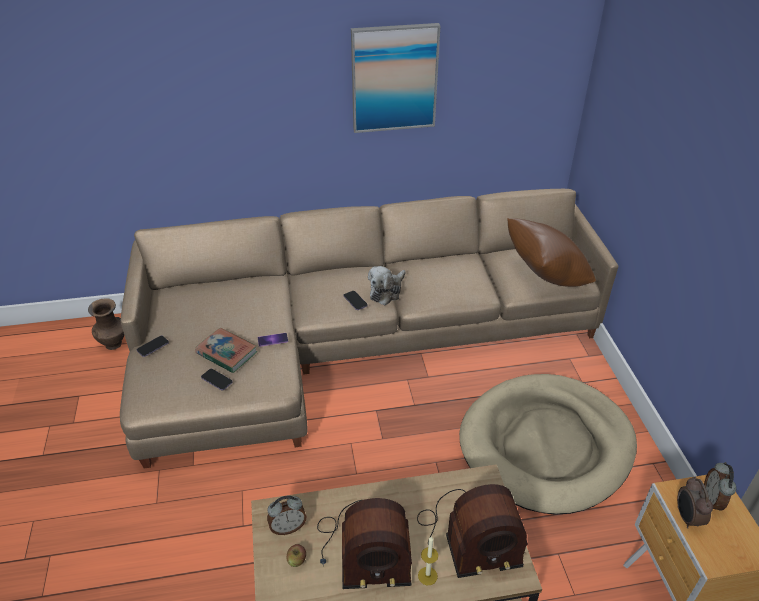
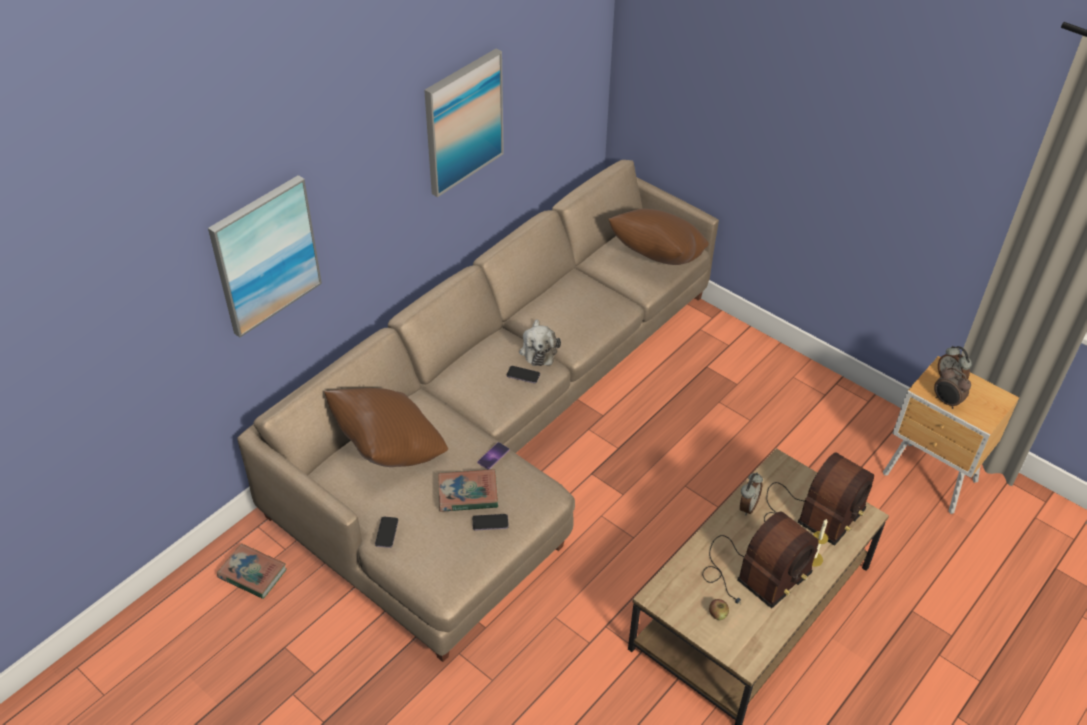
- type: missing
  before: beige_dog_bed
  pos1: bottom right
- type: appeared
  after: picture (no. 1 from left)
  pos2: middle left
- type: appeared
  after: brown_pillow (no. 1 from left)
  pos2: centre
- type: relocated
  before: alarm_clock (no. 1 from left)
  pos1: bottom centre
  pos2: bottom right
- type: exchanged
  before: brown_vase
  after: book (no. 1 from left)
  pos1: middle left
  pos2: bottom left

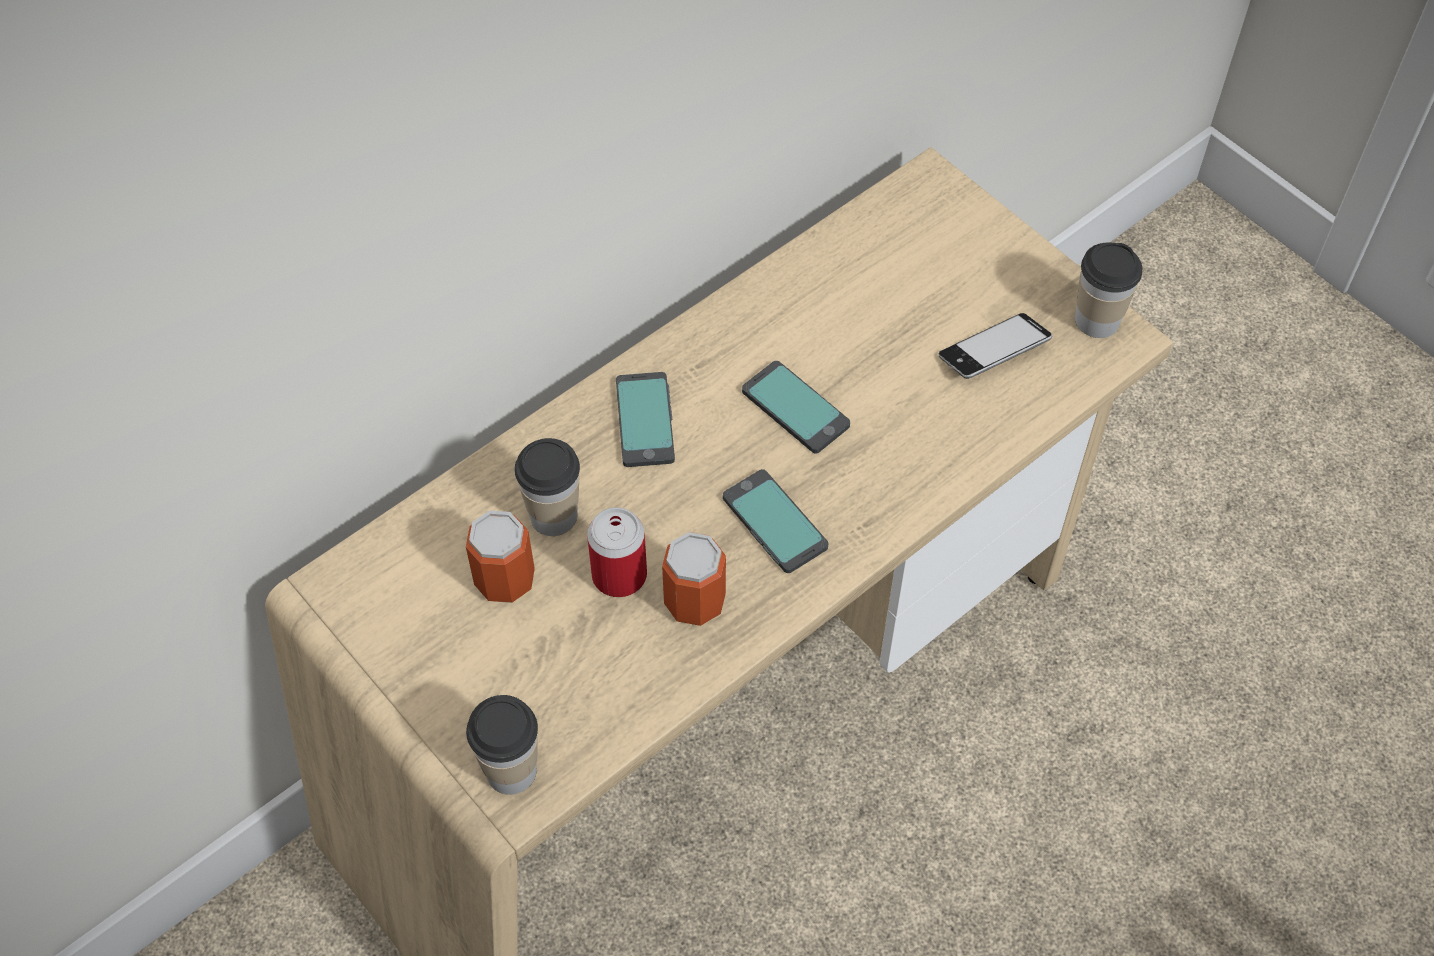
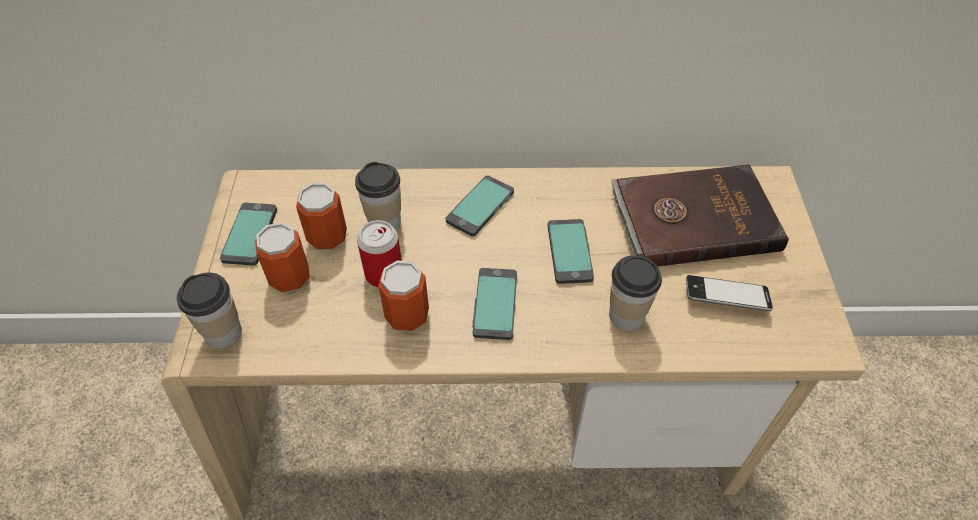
- type: appeared
  after: phone (no. 1 from left)
  pos2: middle left
- type: appeared
  after: can (no. 1 from left)
  pos2: middle left
- type: appeared
  after: brown_book
  pos2: middle right
- type: relocated
  before: cup (no. 3 from left)
  pos1: top right
  pos2: centre

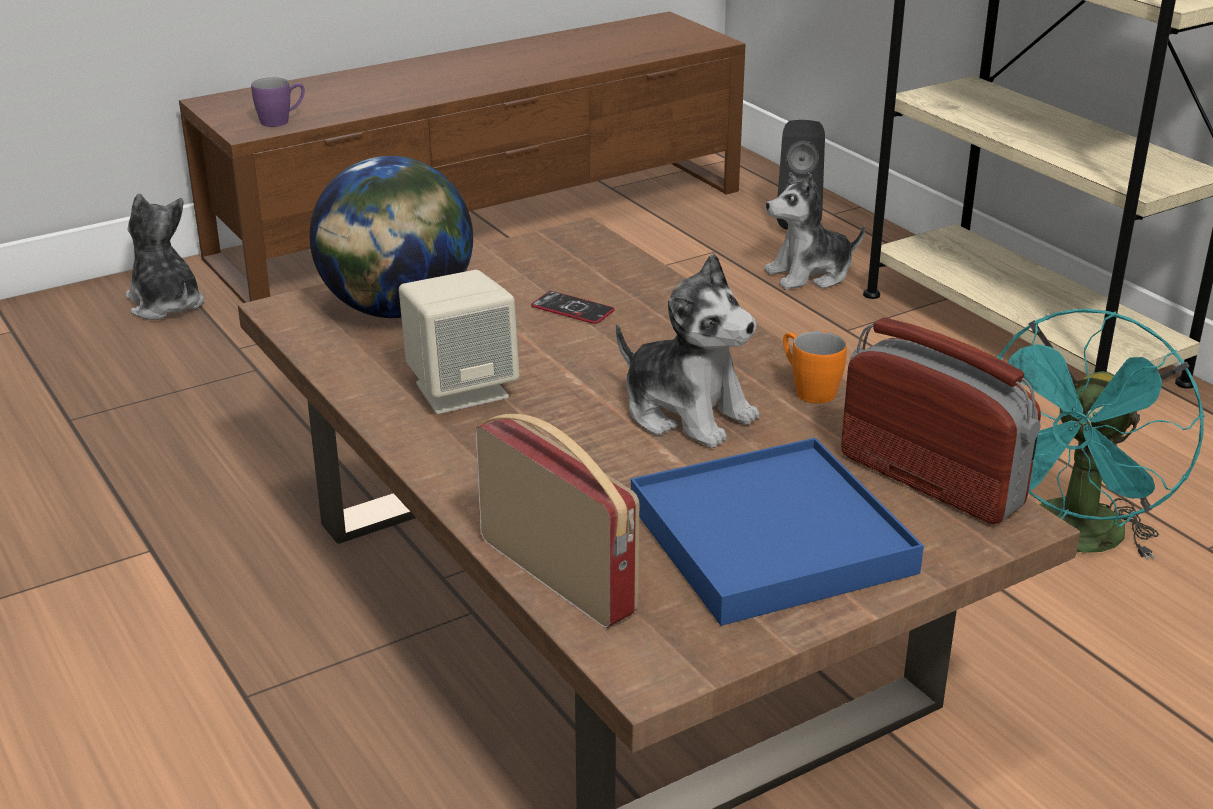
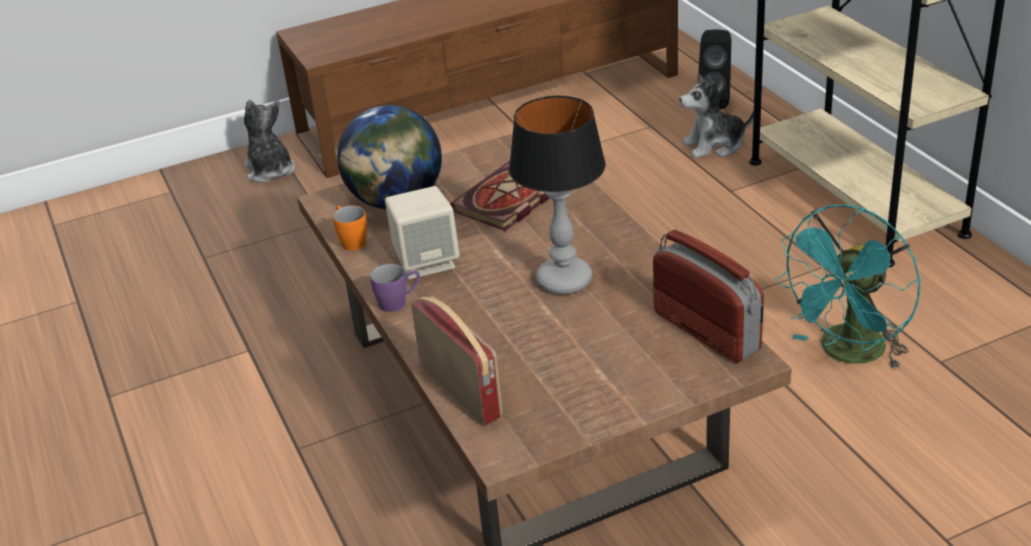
- type: missing
  before: blue_tray
  pos1: centre
- type: relocated
  before: purple_mug
  pos1: top left
  pos2: centre
- type: relocated
  before: orange_mug
  pos1: middle right
  pos2: centre
- type: exchanged
  before: phone
  after: book
  pos1: centre
  pos2: centre
- type: exchanged
  before: plush_toy (no. 2 from left)
  after: table_lamp
  pos1: centre
  pos2: centre

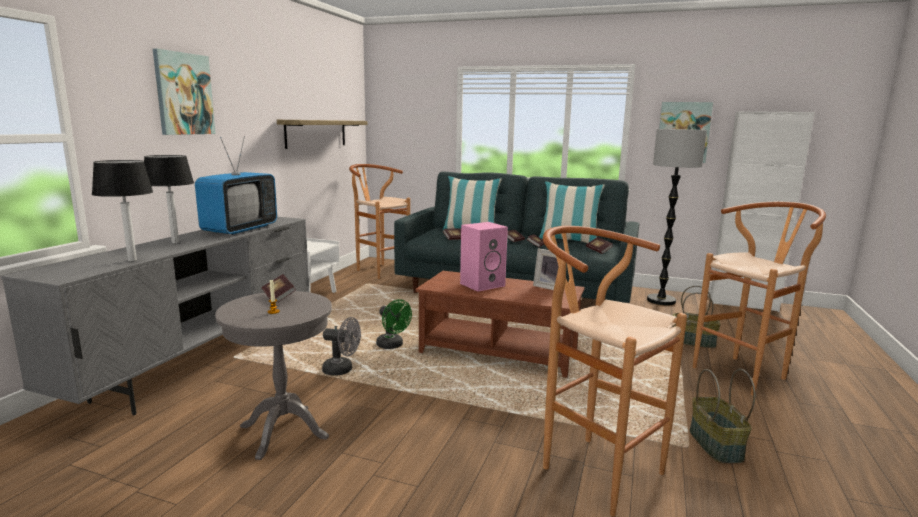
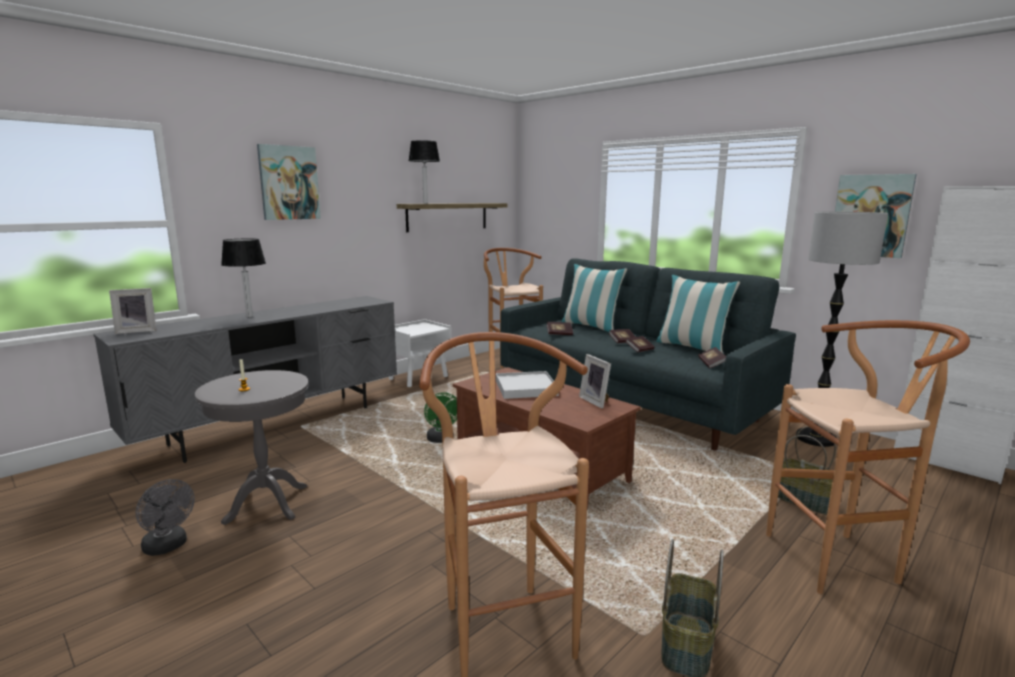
- type: missing
  before: television
  pos1: middle left
- type: missing
  before: book (no. 1 from left)
  pos1: middle left
- type: appeared
  after: picture_frame (no. 1 from left)
  pos2: middle left
- type: relocated
  before: table_lamp (no. 1 from left in the first image)
  after: table_lamp (no. 2 from left)
  pos1: middle left
  pos2: top centre
- type: relocated
  before: grey_fan
  pos1: bottom centre
  pos2: bottom left
- type: exchanged
  before: pink_speaker
  after: white_tray
  pos1: centre
  pos2: centre

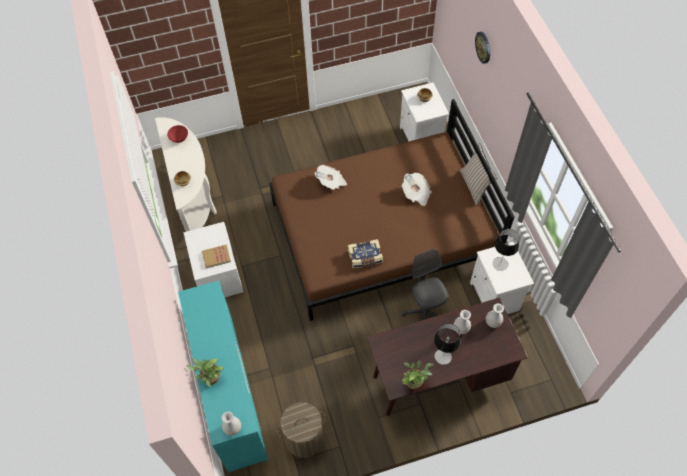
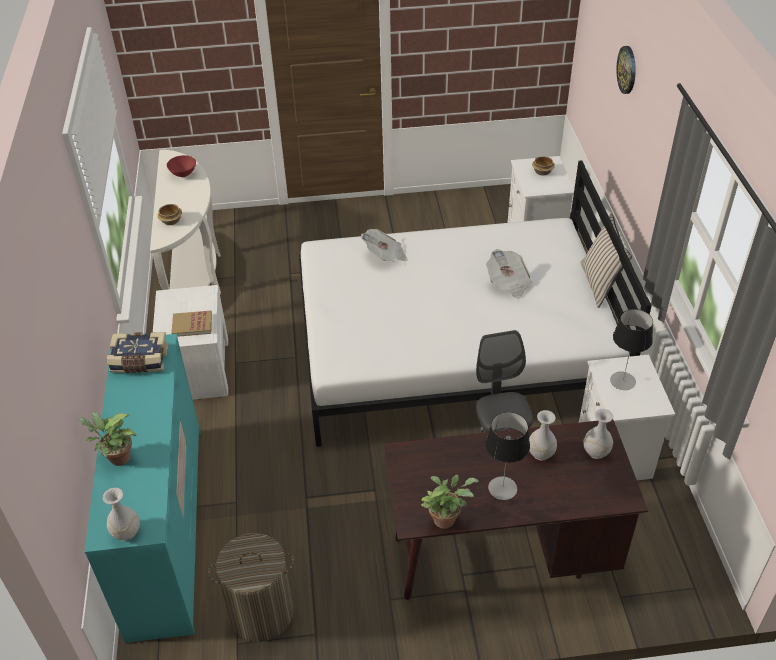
- type: relocated
  before: book (no. 2 from left in the first image)
  after: book (no. 1 from left)
  pos1: centre
  pos2: middle left
- type: colour
  before: brown_bed
  after: white_bed
  pos1: centre
  pos2: centre

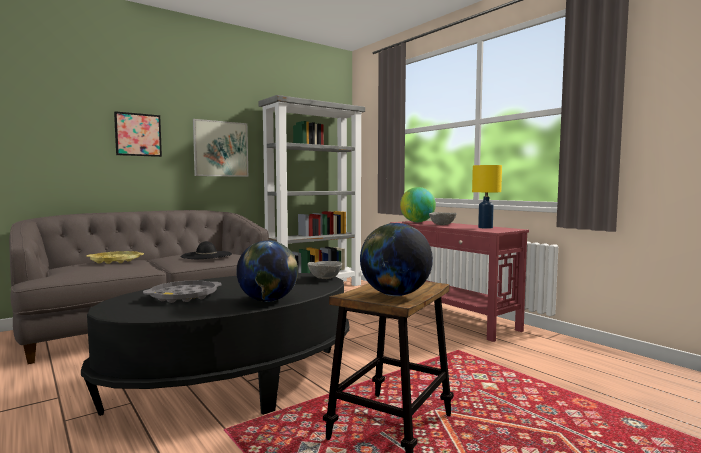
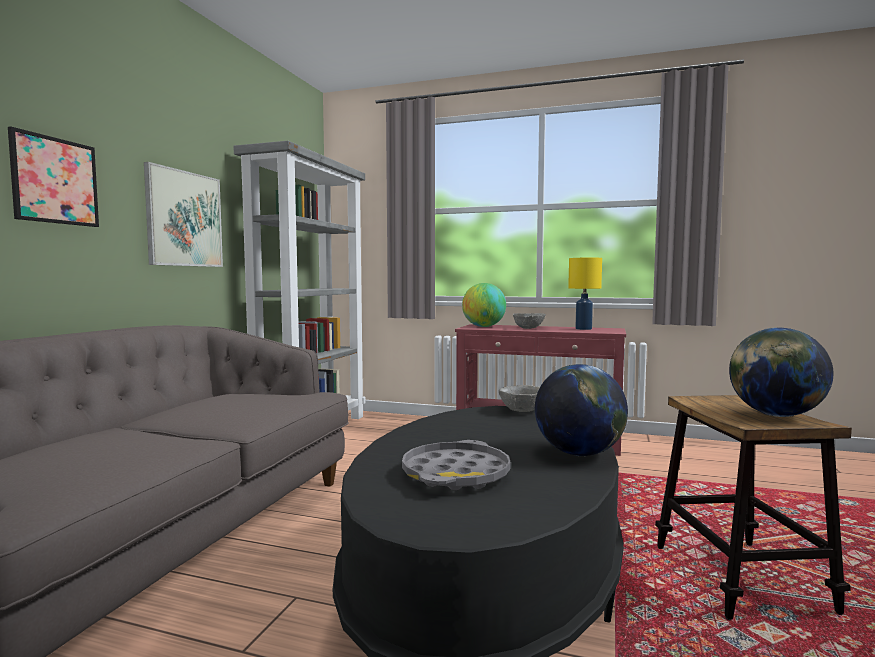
- type: missing
  before: yellow_tray
  pos1: middle left
- type: missing
  before: black_hat
  pos1: middle left

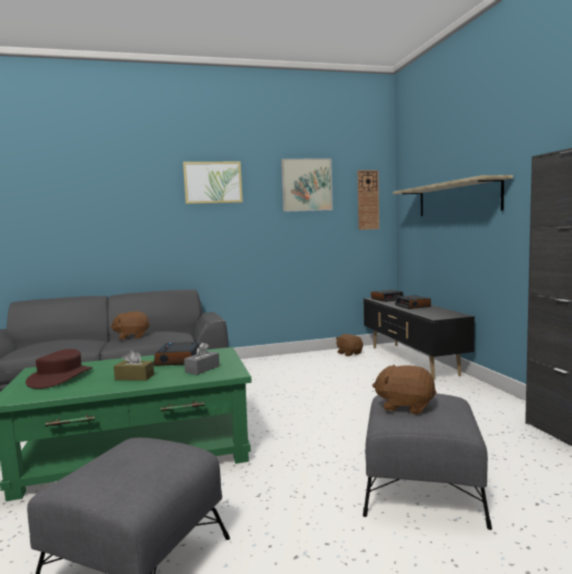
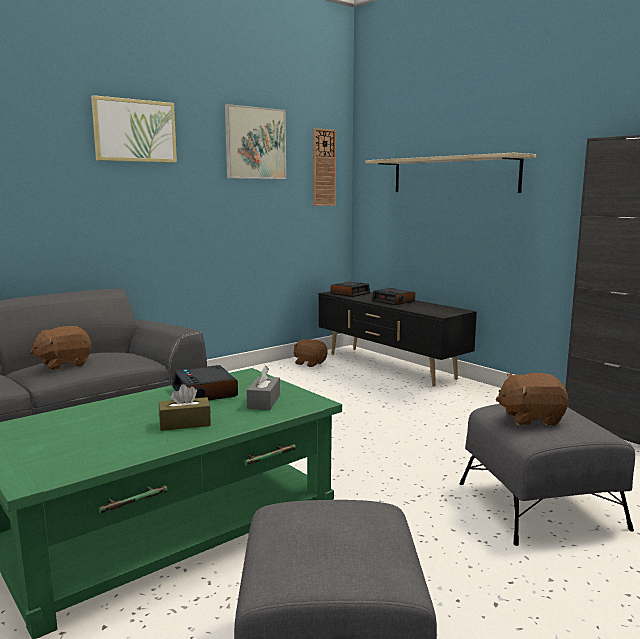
- type: missing
  before: brown_hat
  pos1: middle left

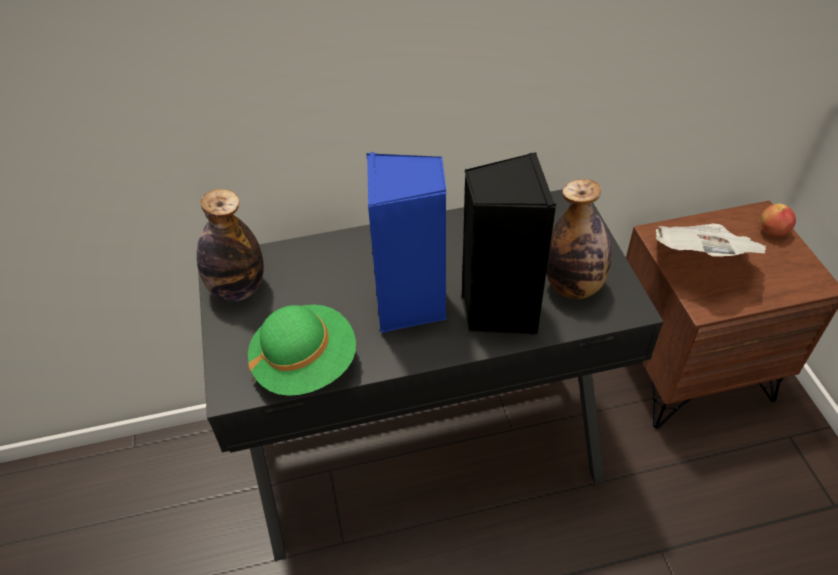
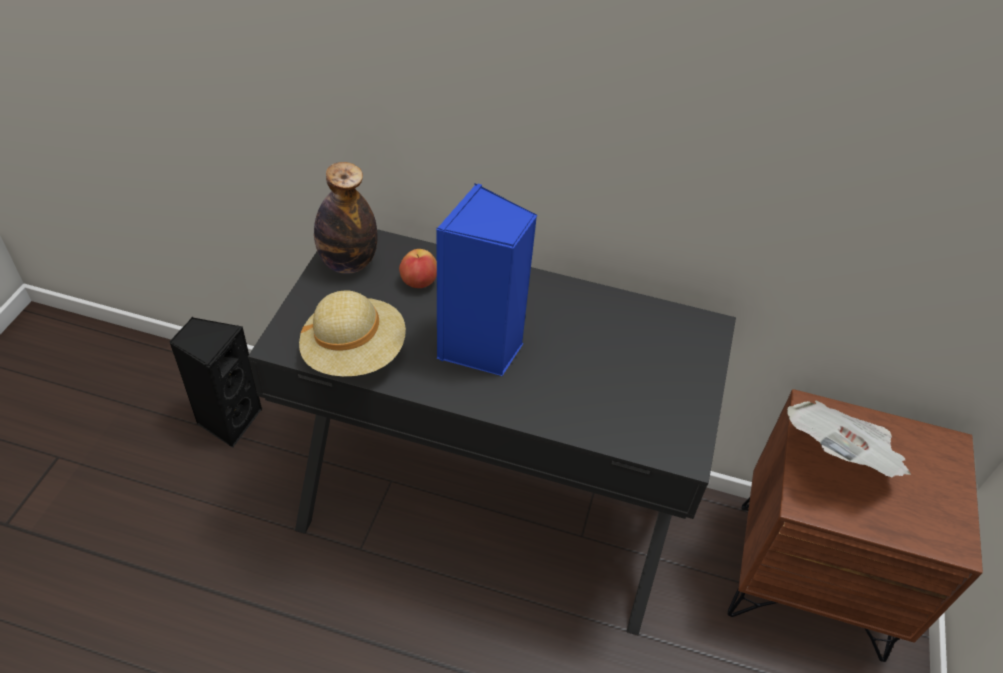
- type: missing
  before: bottle (no. 2 from left)
  pos1: middle right
- type: relocated
  before: black_speaker
  pos1: centre
  pos2: middle left
- type: relocated
  before: apple
  pos1: middle right
  pos2: centre
- type: colour
  before: green_hat
  after: beige_hat
  pos1: centre
  pos2: centre

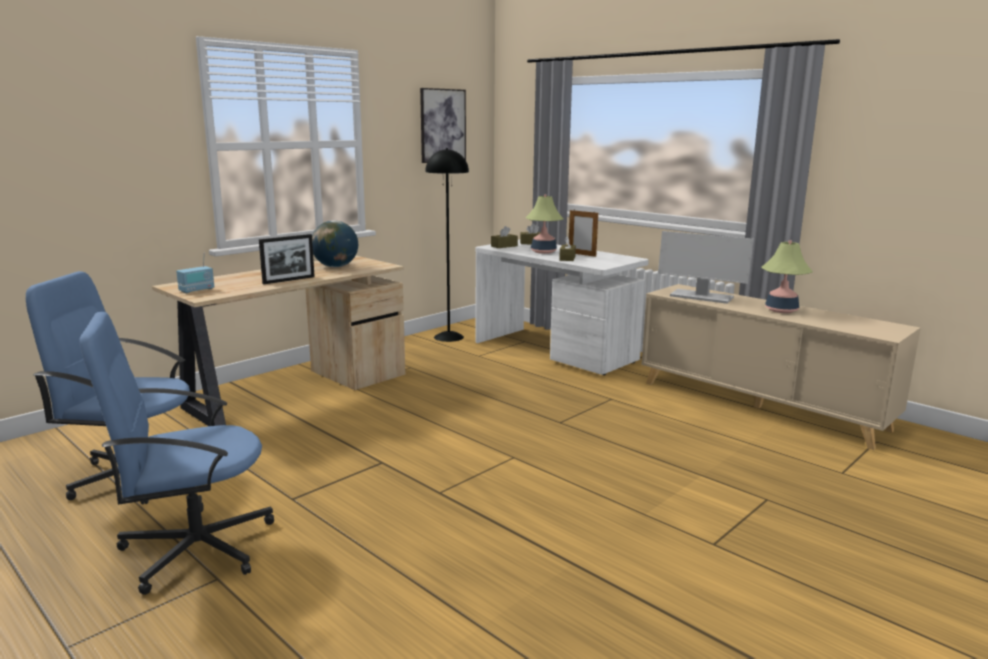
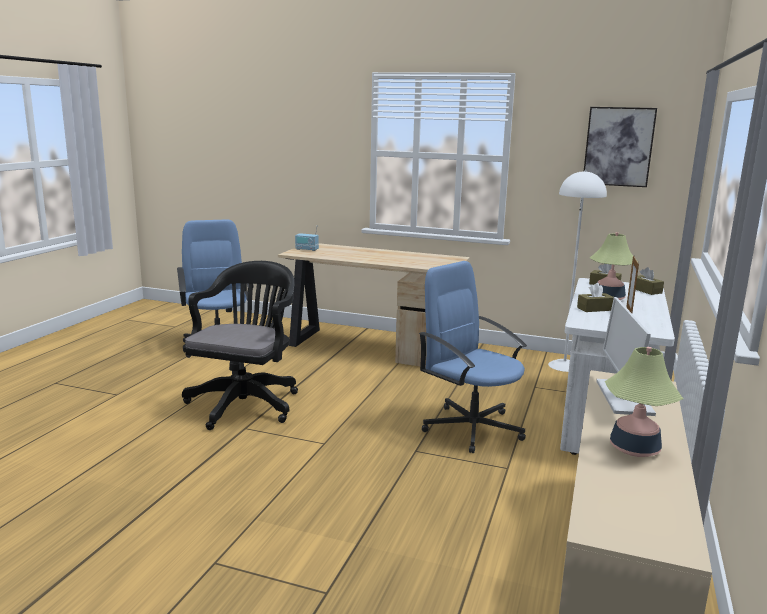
- type: missing
  before: picture_frame (no. 1 from left)
  pos1: middle left
- type: missing
  before: globe
  pos1: centre
- type: appeared
  after: black_office_chair
  pos2: middle left
- type: relocated
  before: blue_office_chair (no. 2 from left)
  pos1: bottom left
  pos2: centre
- type: colour
  before: black_floor_lamp
  after: white_floor_lamp
  pos1: centre
  pos2: middle right

